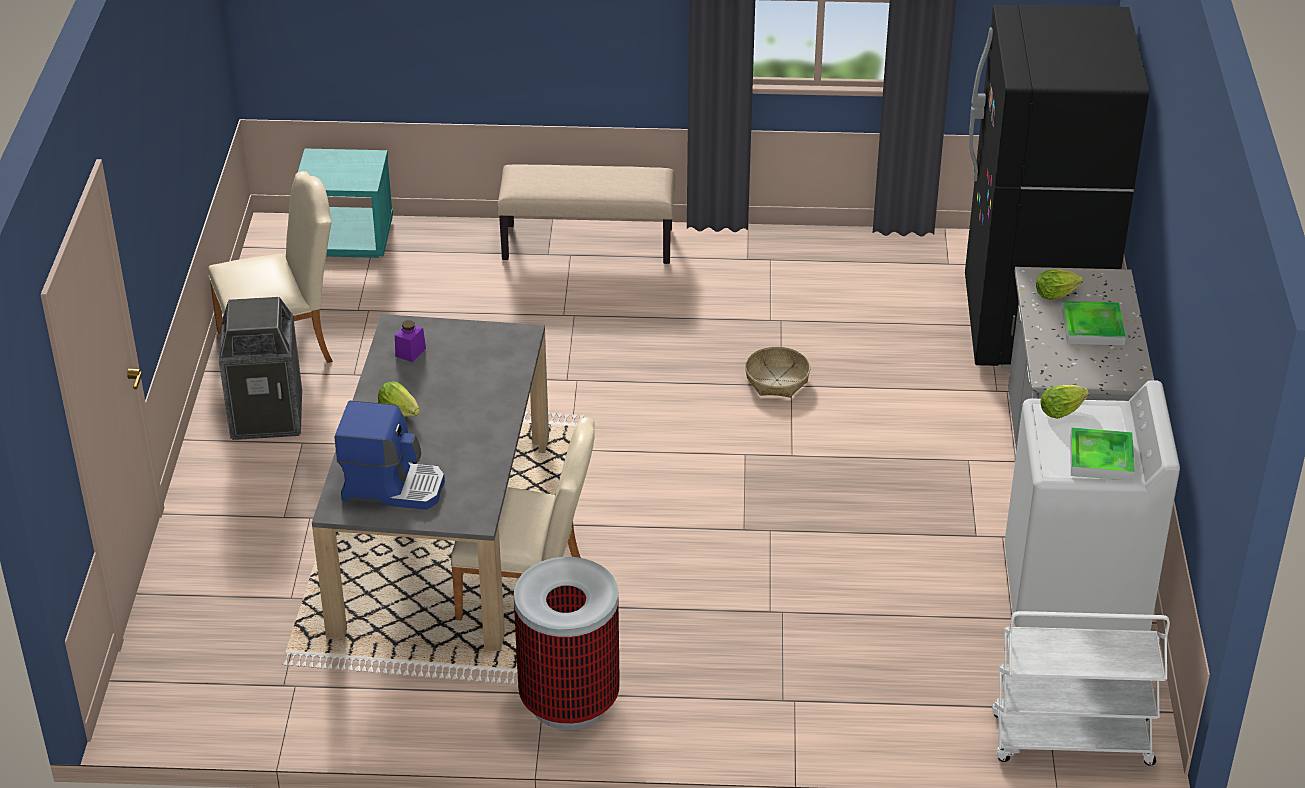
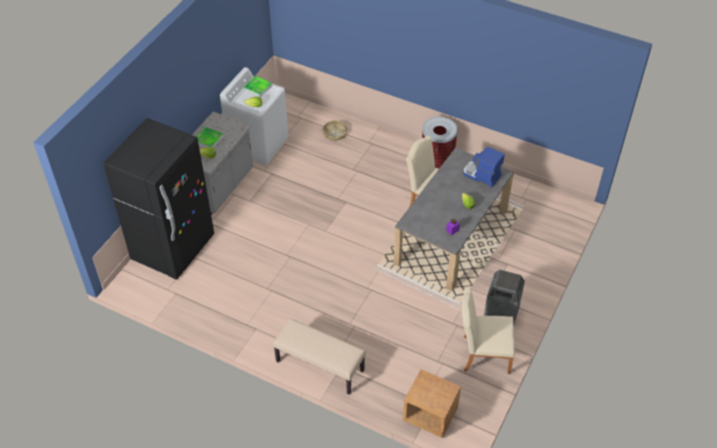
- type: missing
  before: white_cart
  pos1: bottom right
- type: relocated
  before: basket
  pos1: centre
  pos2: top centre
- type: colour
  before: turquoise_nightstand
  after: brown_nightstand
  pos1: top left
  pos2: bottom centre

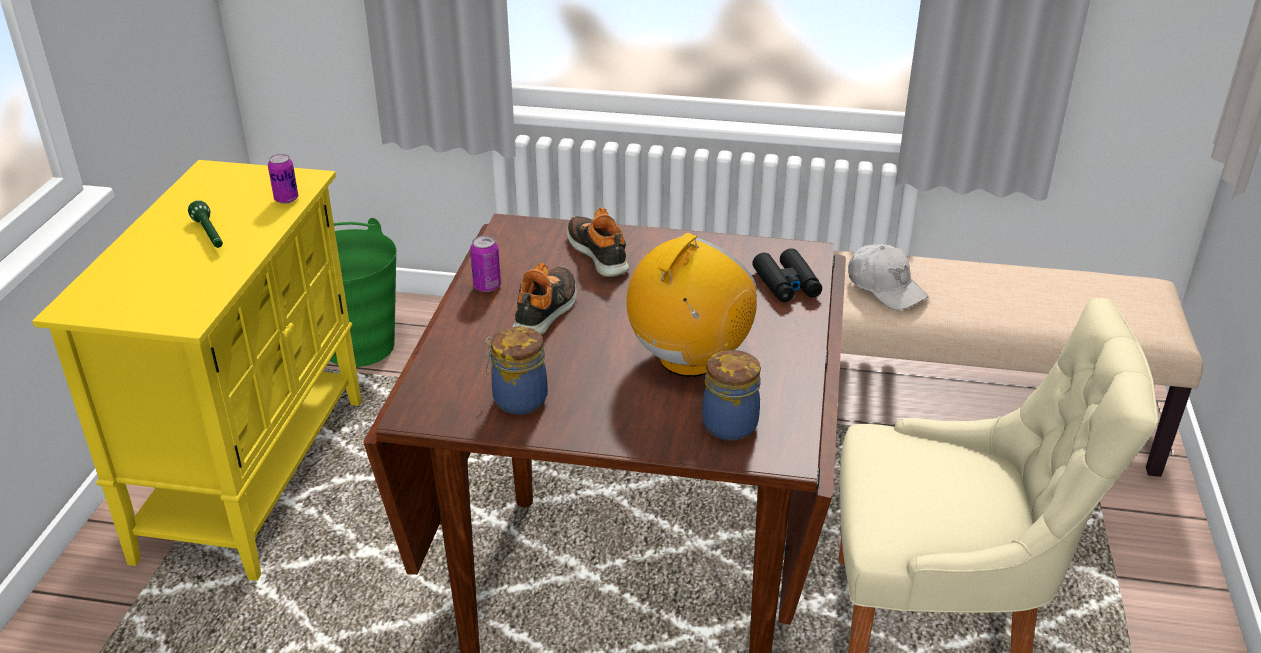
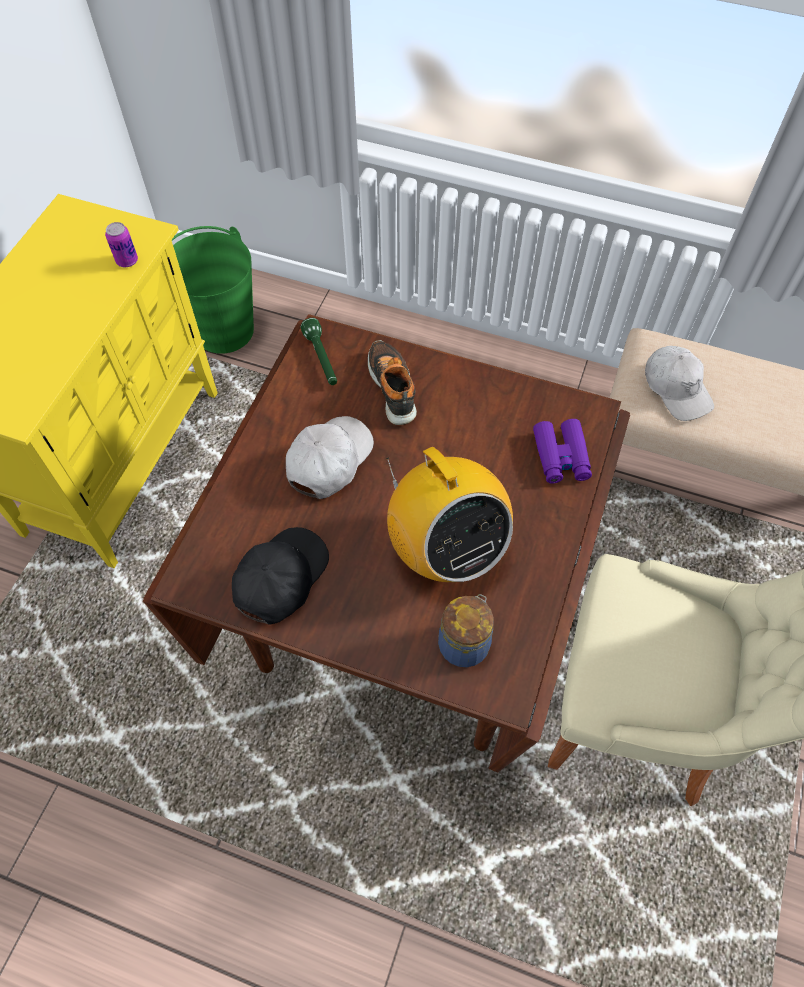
- type: missing
  before: can (no. 2 from left)
  pos1: centre
- type: relocated
  before: green_flashlight
  pos1: middle left
  pos2: centre
- type: exchanged
  before: jar (no. 1 from left)
  after: black_cap
  pos1: centre
  pos2: centre
- type: exchanged
  before: shoe (no. 1 from left)
  after: white_cap (no. 1 from left)
  pos1: centre
  pos2: centre
- type: colour
  before: black_binoculars
  after: purple_binoculars
  pos1: centre
  pos2: middle right
- type: spun
  before: radio
  pos1: centre
  pos2: centre
  turn: 105

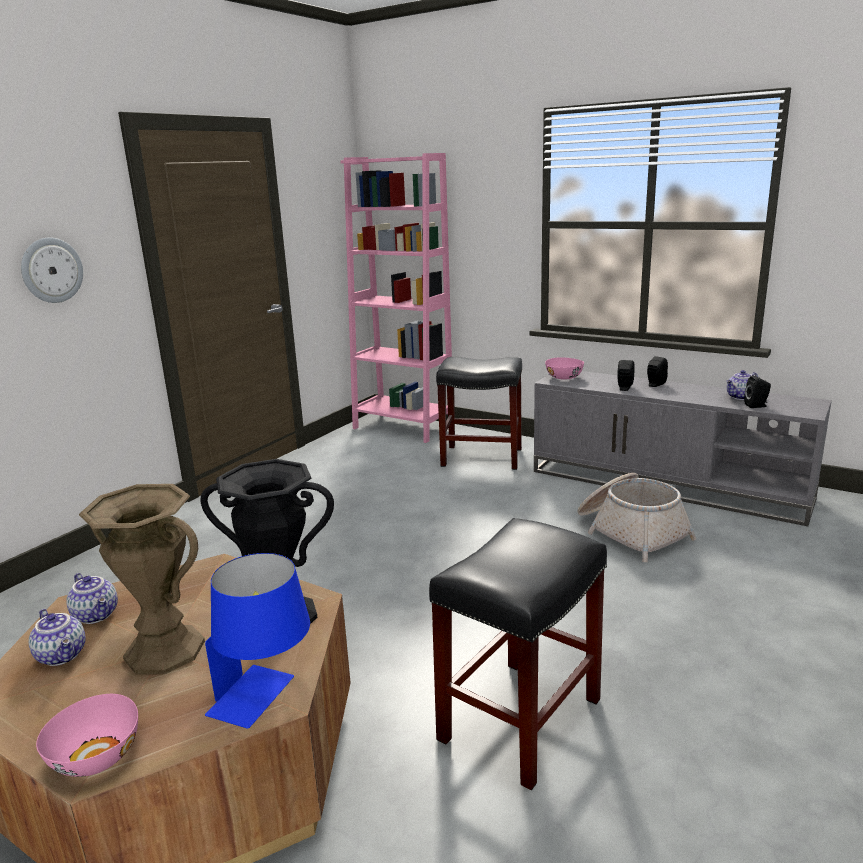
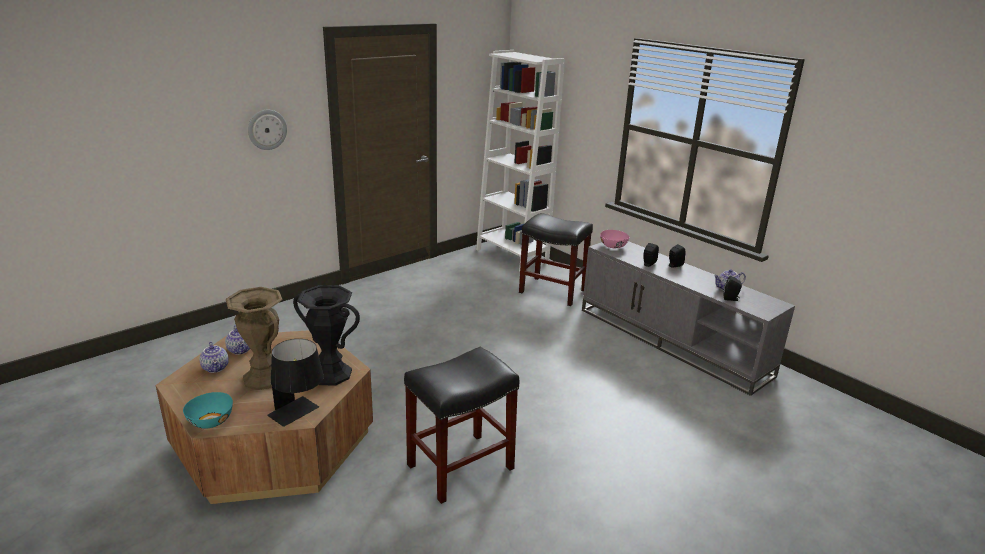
- type: missing
  before: basket
  pos1: middle right
- type: colour
  before: pink_bowl (no. 1 from left)
  after: turquoise_bowl
  pos1: bottom left
  pos2: bottom left
- type: colour
  before: blue_table_lamp
  after: black_table_lamp
  pos1: bottom left
  pos2: bottom left
- type: colour
  before: pink_bookcase
  after: white_bookcase
  pos1: centre
  pos2: top centre

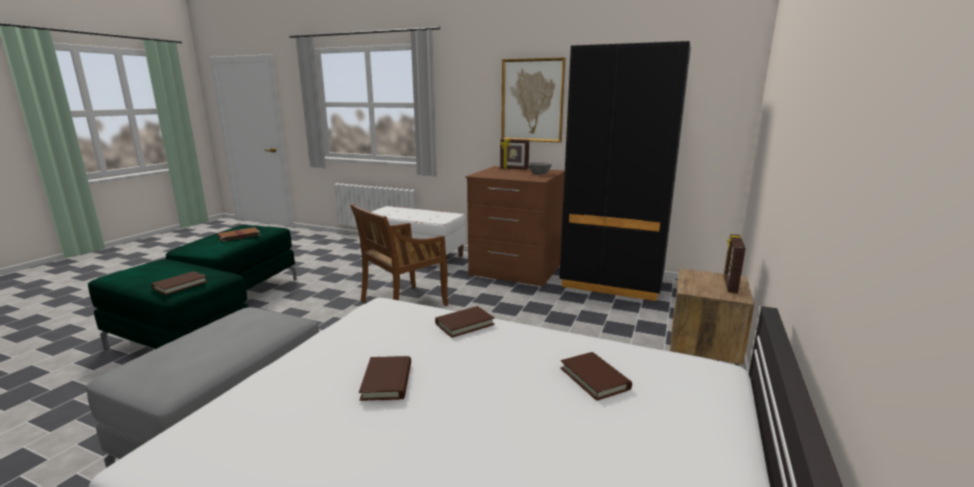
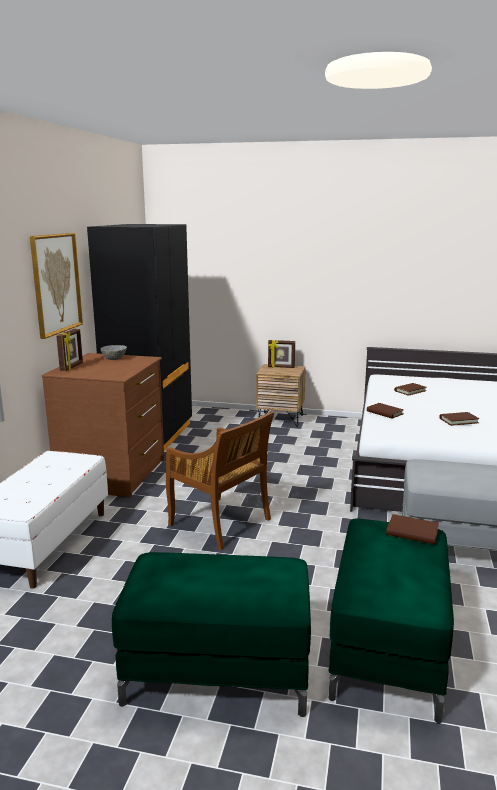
- type: missing
  before: brown_book (no. 2 from left)
  pos1: middle left

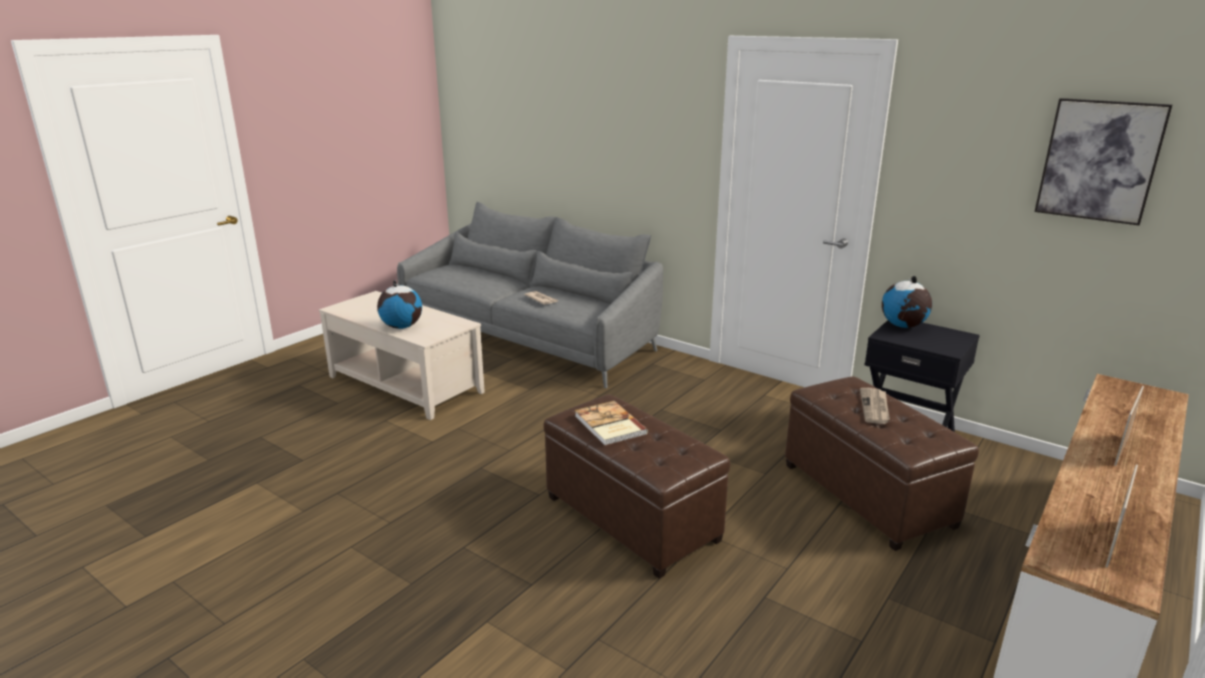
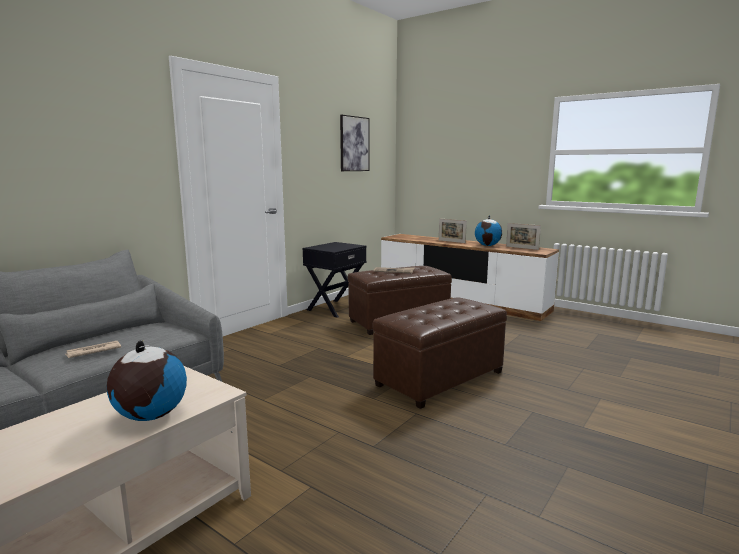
- type: missing
  before: book
  pos1: centre
- type: relocated
  before: globe (no. 2 from left)
  pos1: middle right
  pos2: centre

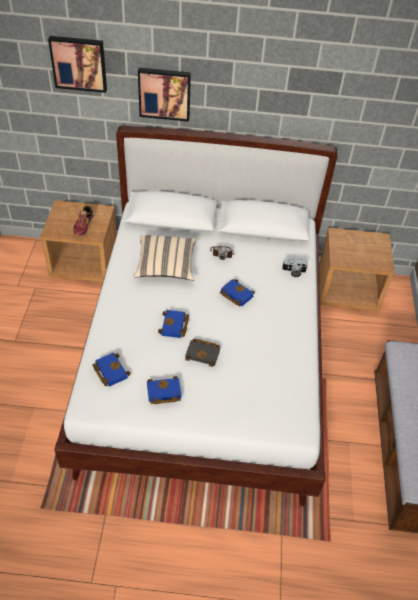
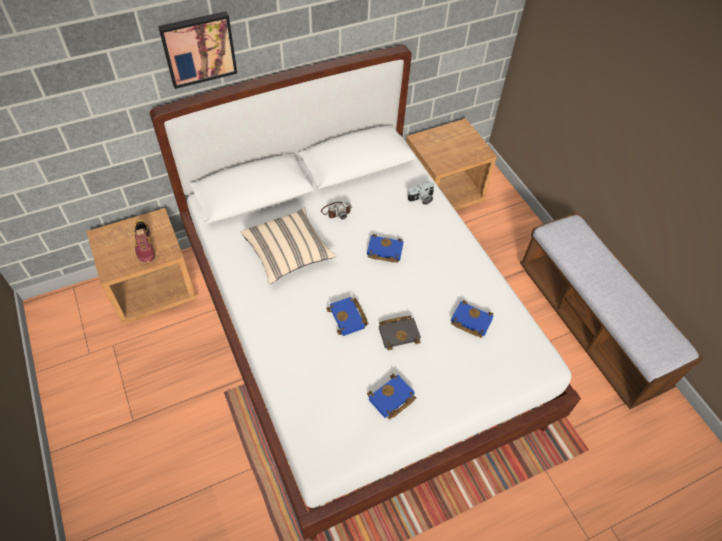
- type: missing
  before: picture (no. 1 from left)
  pos1: top left
- type: relocated
  before: blue_book (no. 1 from left in the first image)
  after: blue_book (no. 4 from left)
  pos1: middle left
  pos2: centre

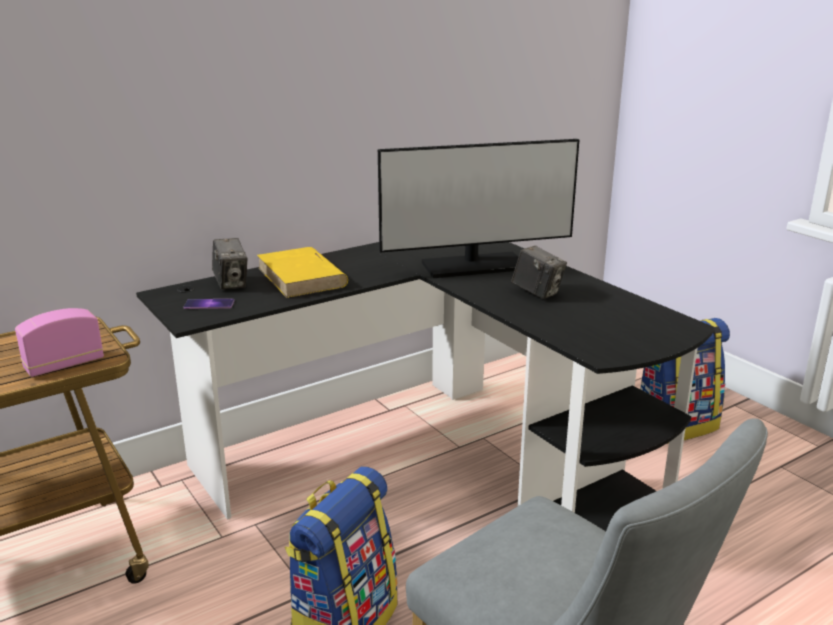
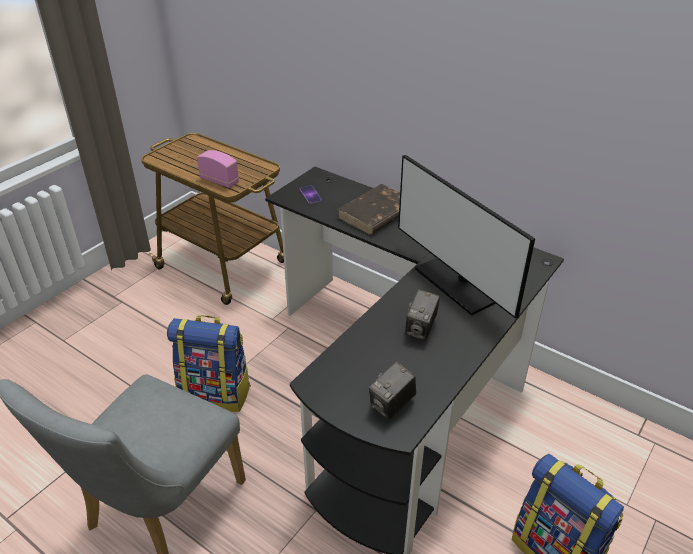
- type: relocated
  before: photo_camera (no. 1 from left)
  pos1: middle left
  pos2: bottom centre
- type: colour
  before: yellow_book
  after: brown_book
  pos1: centre
  pos2: centre

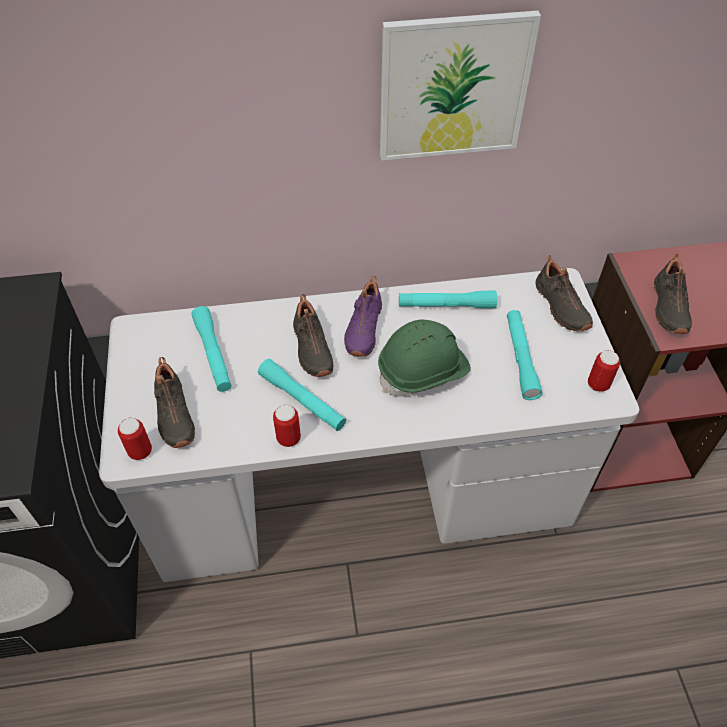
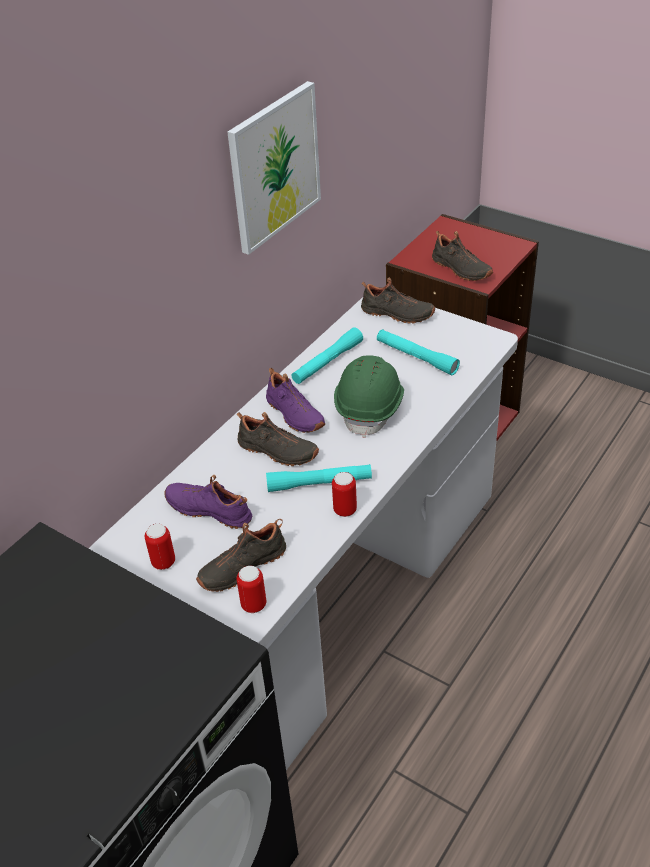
- type: relocated
  before: can (no. 3 from left in the first image)
  after: can (no. 1 from left)
  pos1: middle right
  pos2: middle left
- type: exchanged
  before: turquoise_flashlight (no. 1 from left)
  after: purple_shoe (no. 1 from left)
  pos1: middle left
  pos2: middle left
- type: spun
  before: black_shoe (no. 1 from left)
  pos1: middle left
  pos2: centre
  turn: 120

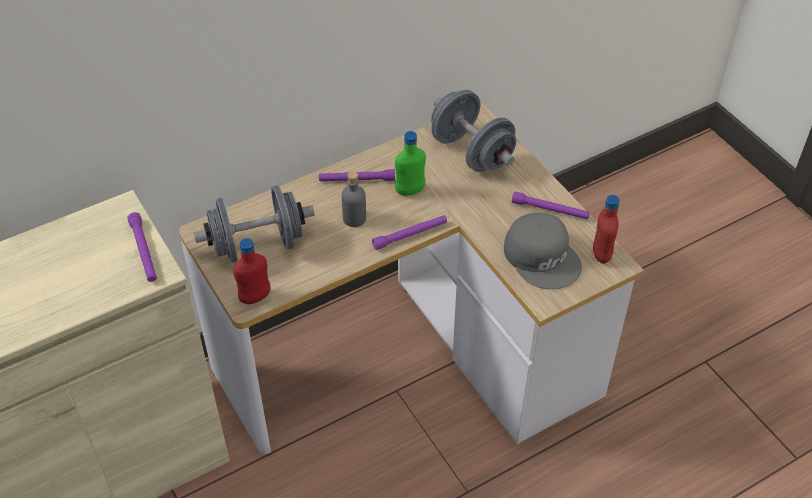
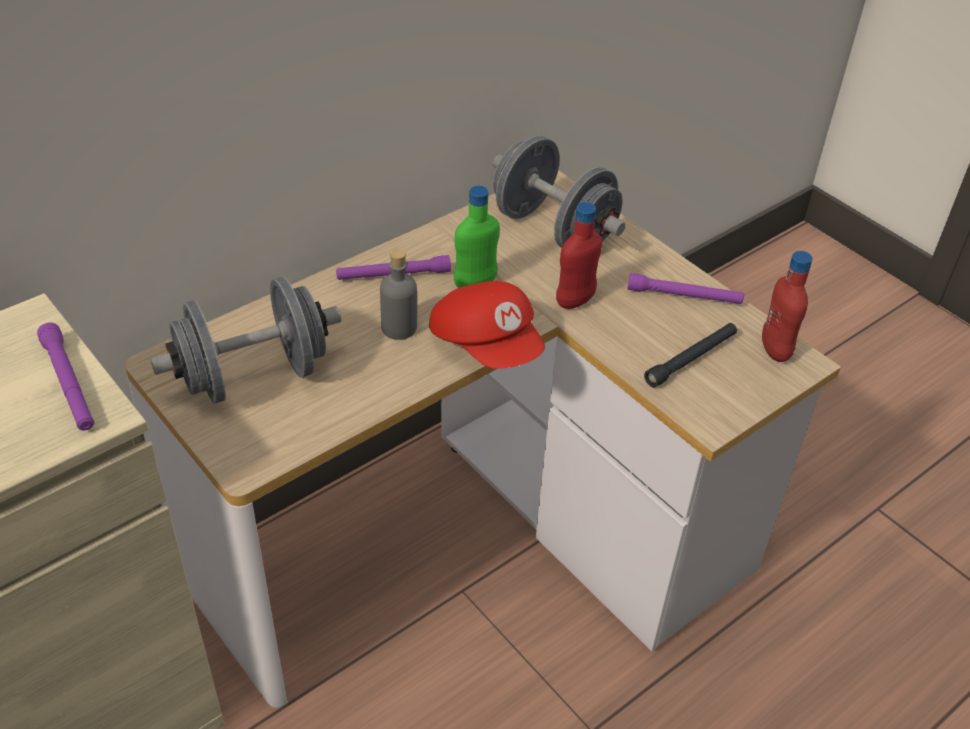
- type: relocated
  before: red_bottle (no. 1 from left)
  pos1: middle left
  pos2: centre
- type: exchanged
  before: purple_flashlight (no. 3 from left)
  after: red_cap
  pos1: centre
  pos2: centre
- type: exchanged
  before: grey_cap
  after: black_flashlight
  pos1: middle right
  pos2: middle right

